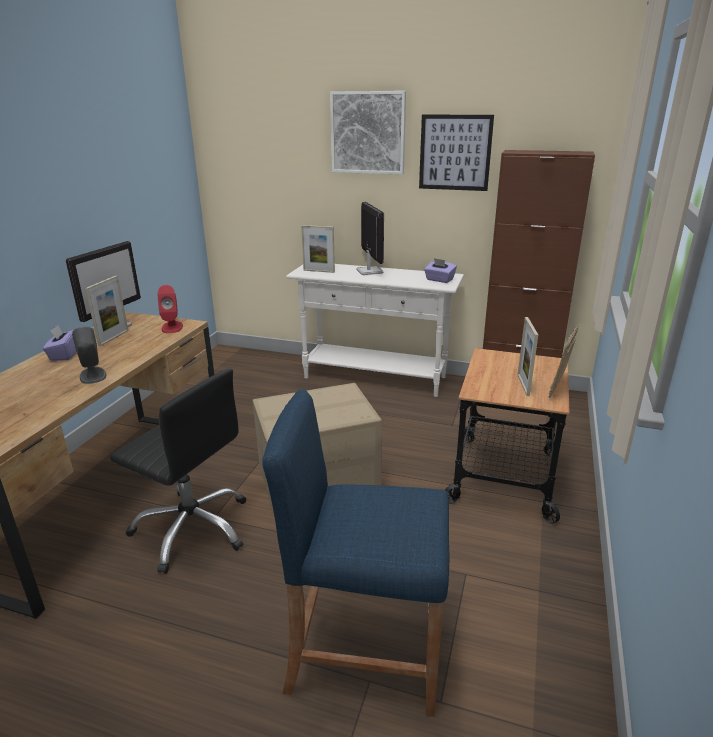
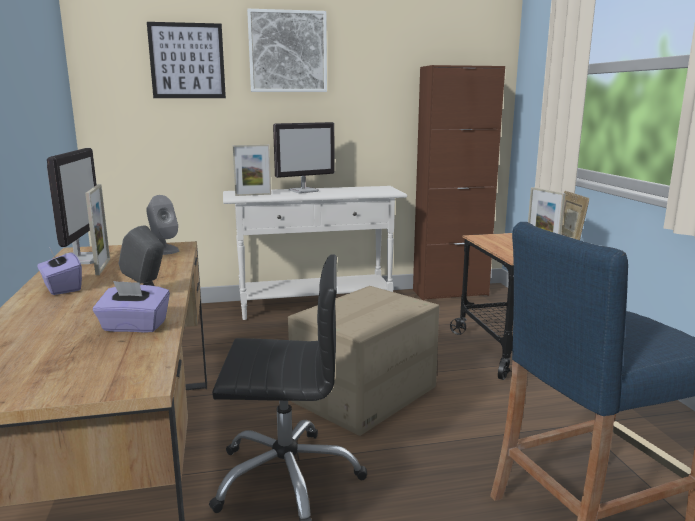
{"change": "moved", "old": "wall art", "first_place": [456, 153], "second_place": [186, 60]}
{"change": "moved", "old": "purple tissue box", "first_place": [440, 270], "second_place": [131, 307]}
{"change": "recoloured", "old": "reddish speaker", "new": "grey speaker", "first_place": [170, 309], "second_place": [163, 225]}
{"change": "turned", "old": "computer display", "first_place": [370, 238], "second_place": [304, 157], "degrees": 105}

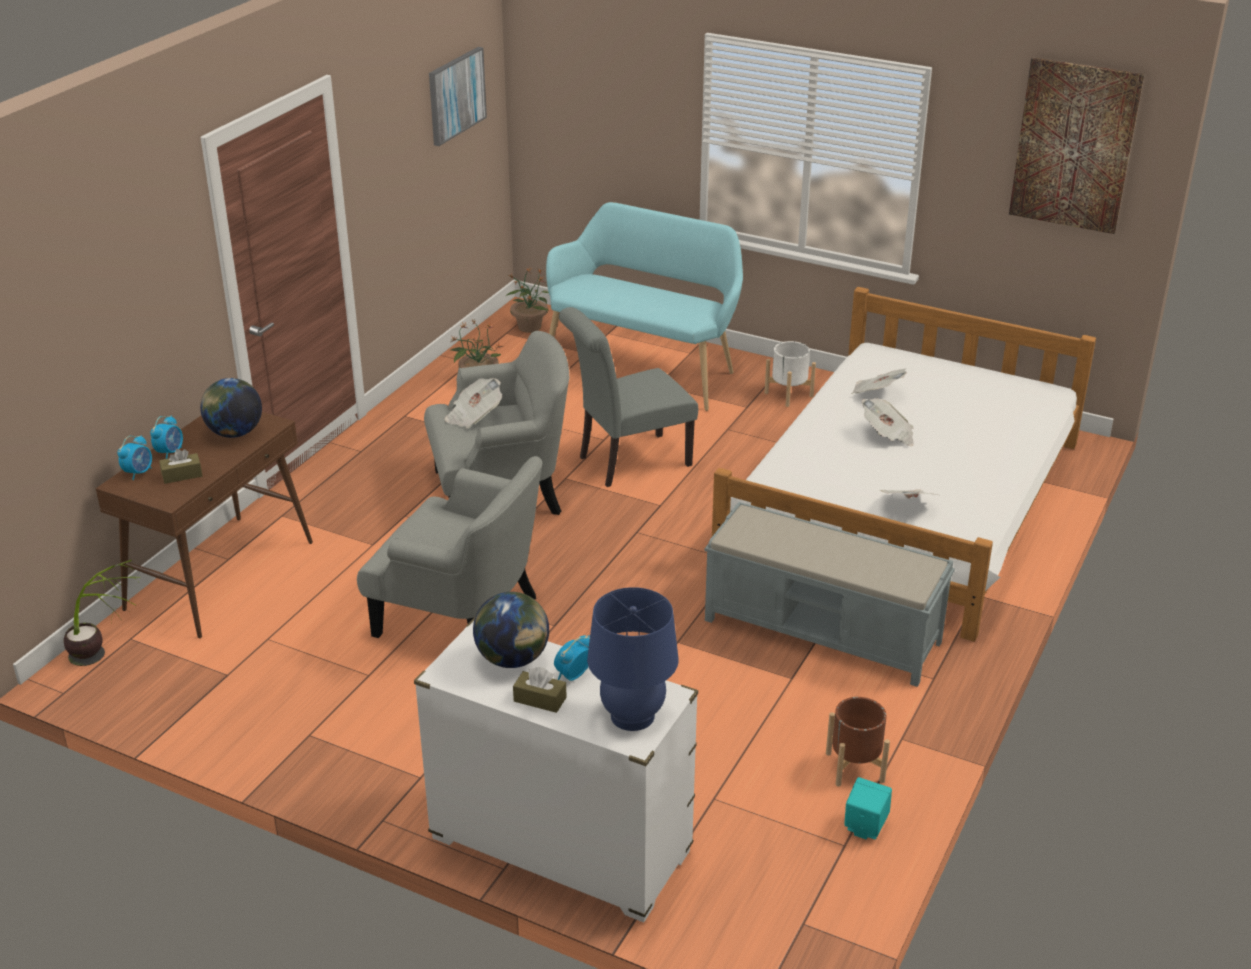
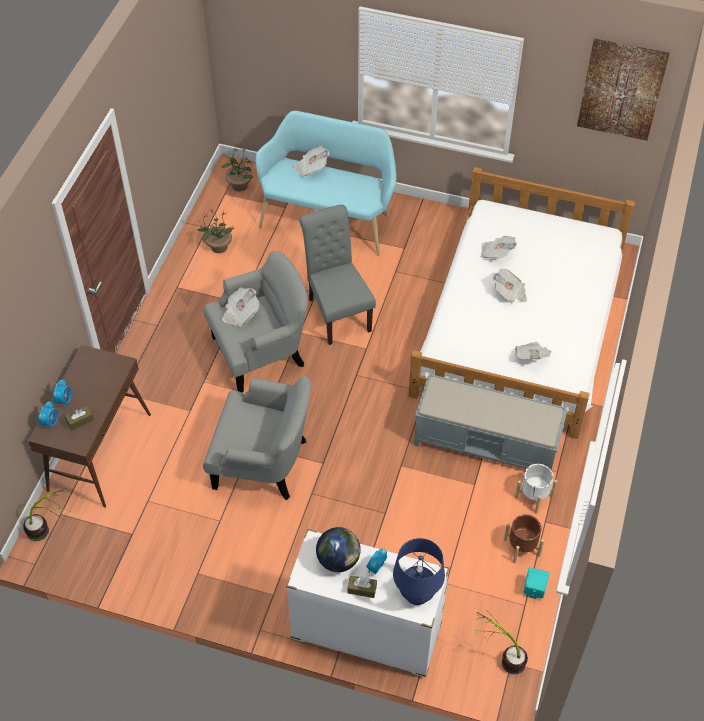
{"change": "removed", "old": "desk globe", "first_place": [231, 408]}
{"change": "removed", "old": "wall art", "first_place": [458, 96]}
{"change": "added", "new": "daily paper", "second_place": [311, 161]}
{"change": "added", "new": "houseplant", "second_place": [500, 643]}
{"change": "moved", "old": "whitish flower pot", "first_place": [790, 374], "second_place": [536, 489]}
{"change": "turned", "old": "grey chair", "first_place": [628, 397], "second_place": [337, 275], "degrees": 105}

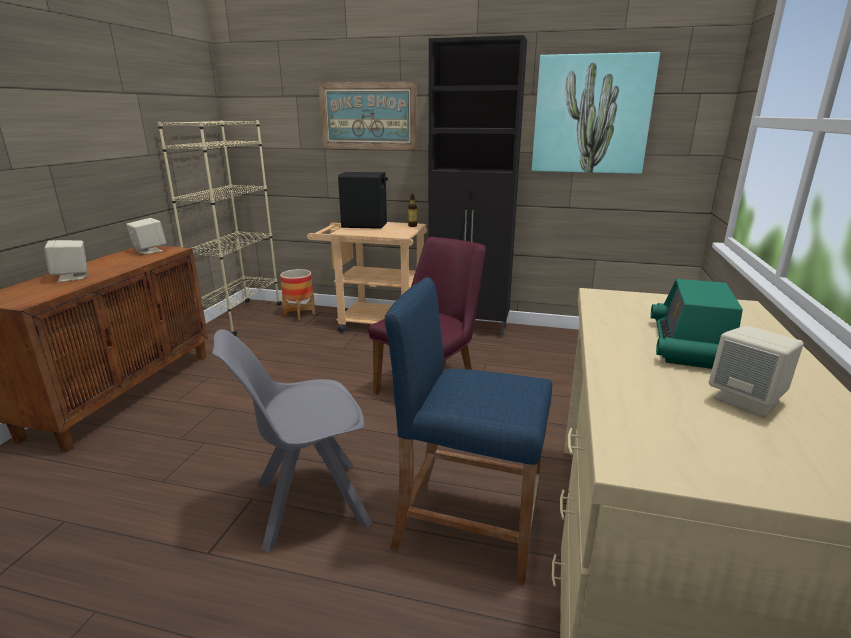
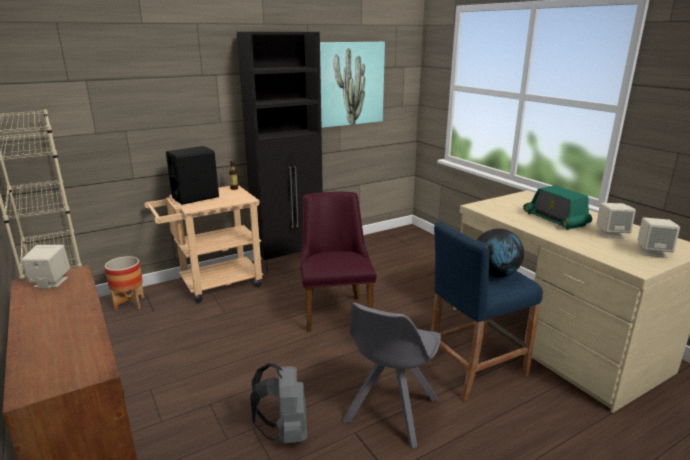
{"change": "removed", "old": "wall art", "first_place": [368, 116]}
{"change": "added", "new": "grey knapsack", "second_place": [278, 403]}
{"change": "added", "new": "desk globe", "second_place": [500, 252]}
{"change": "moved", "old": "beige speaker", "first_place": [66, 261], "second_place": [659, 237]}

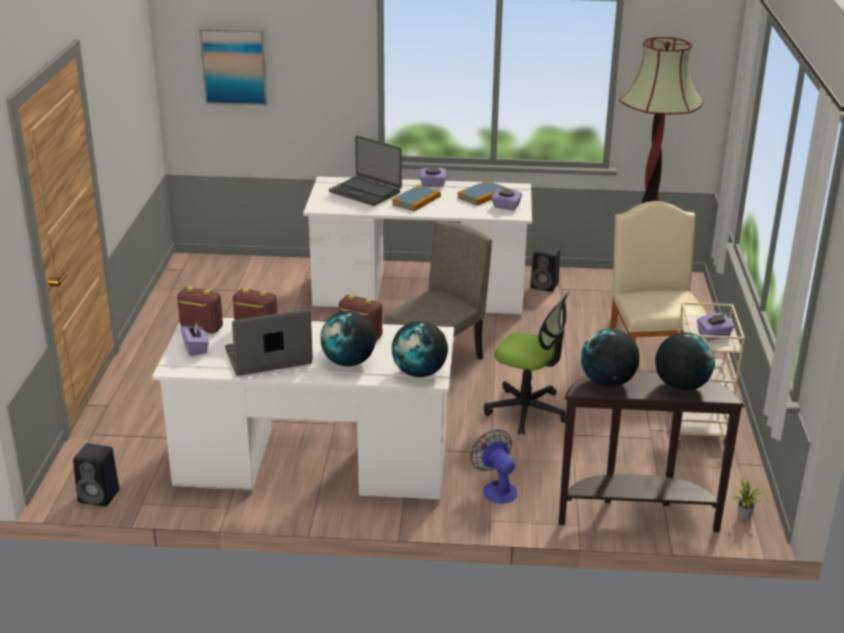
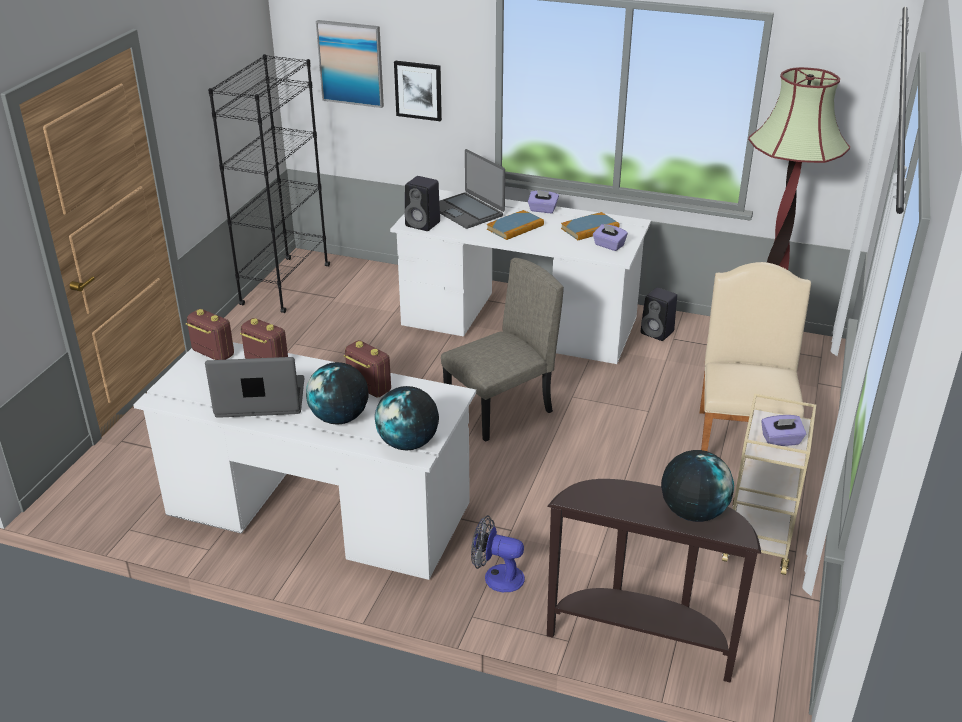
{"change": "removed", "old": "purple tissue box", "first_place": [195, 338]}
{"change": "removed", "old": "desk chair", "first_place": [527, 362]}
{"change": "removed", "old": "desk globe", "first_place": [610, 358]}
{"change": "removed", "old": "houseplant", "first_place": [748, 498]}
{"change": "added", "new": "black bookcase", "second_place": [269, 183]}
{"change": "added", "new": "wall art", "second_place": [418, 91]}
{"change": "moved", "old": "black speaker", "first_place": [96, 475], "second_place": [422, 203]}
{"change": "turned", "old": "electric fan", "first_place": [494, 466], "second_place": [498, 553], "degrees": -60}

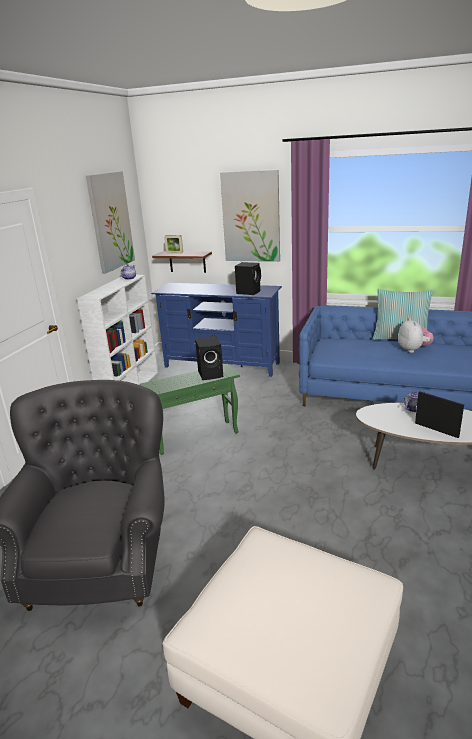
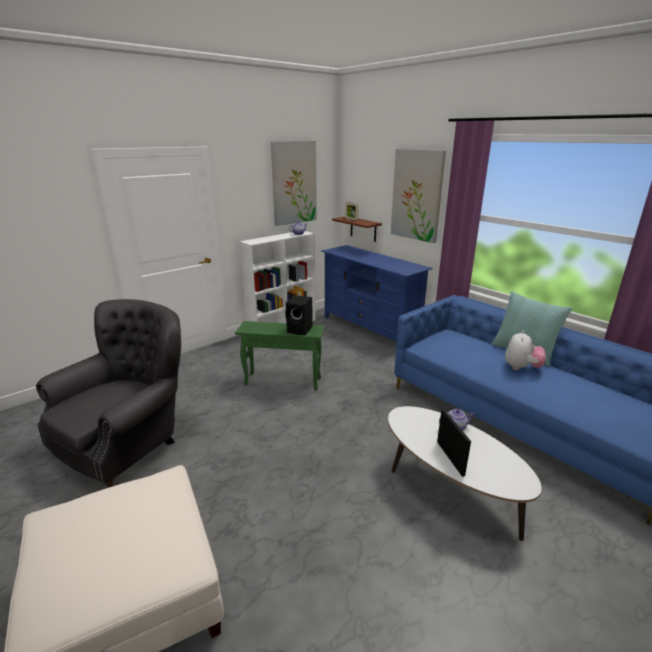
{"change": "removed", "old": "black speaker", "first_place": [248, 278]}

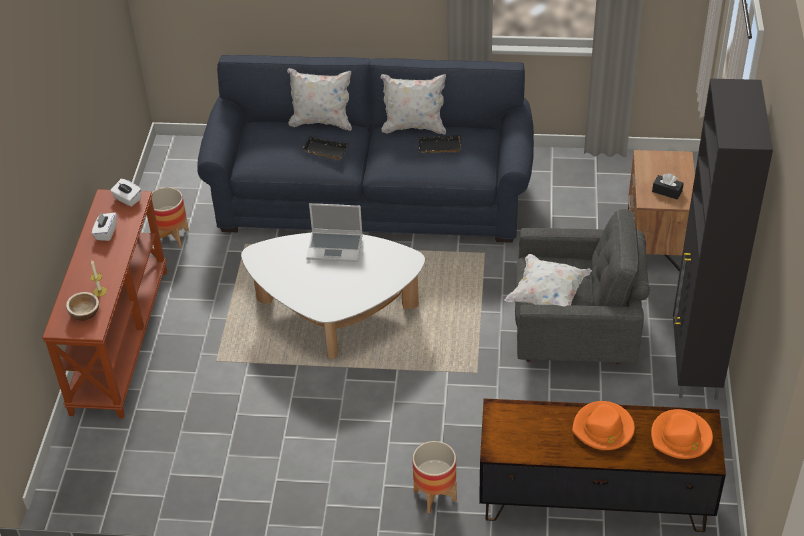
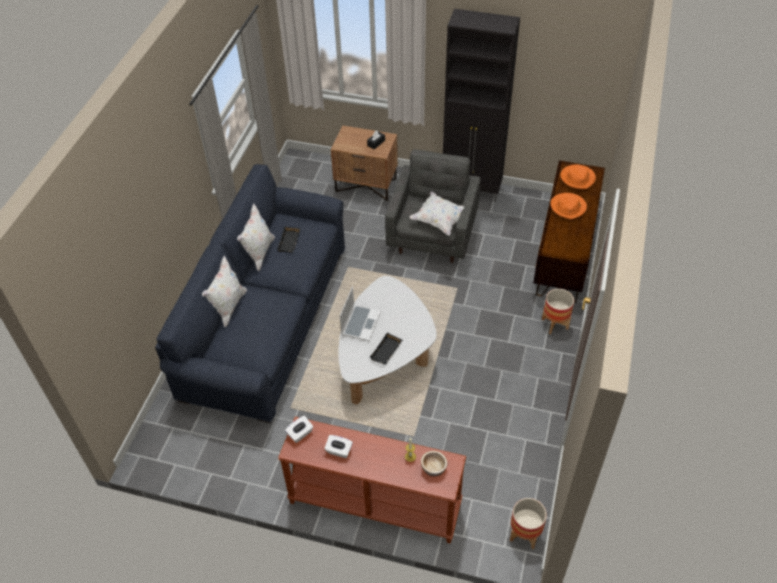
{"change": "moved", "old": "flower pot", "first_place": [170, 217], "second_place": [528, 523]}
{"change": "moved", "old": "black carrying tray", "first_place": [325, 148], "second_place": [386, 349]}

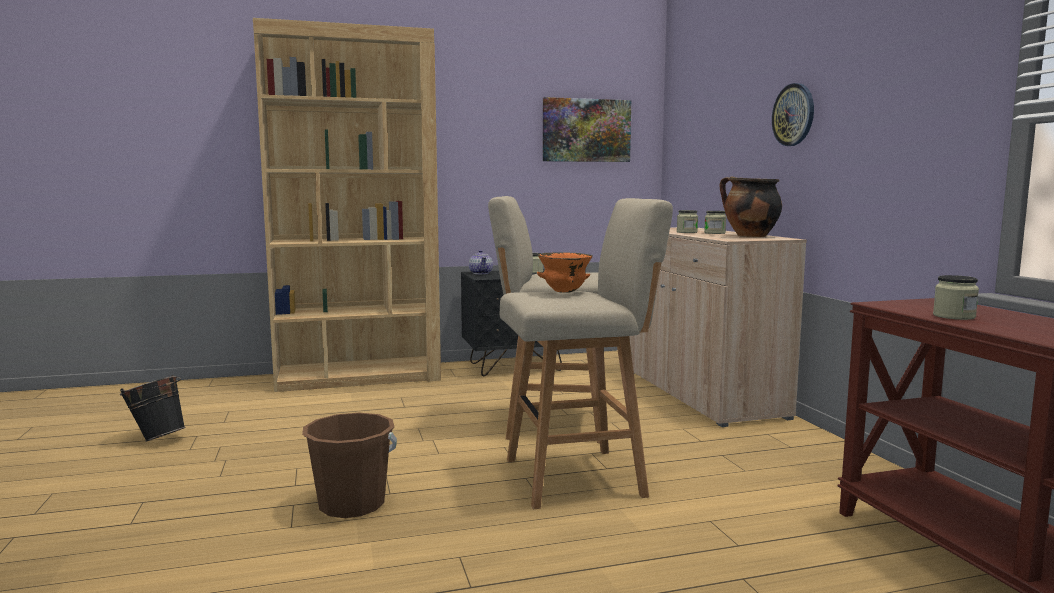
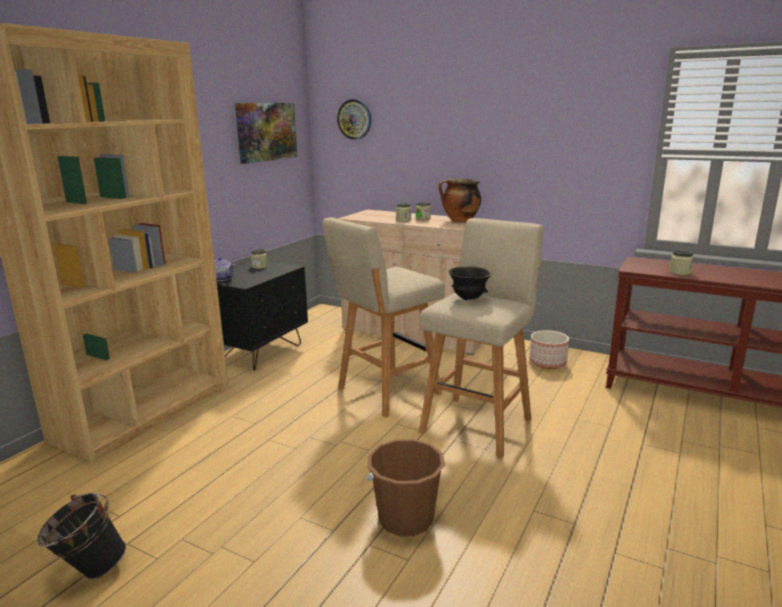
{"change": "added", "new": "flower pot", "second_place": [549, 349]}
{"change": "moved", "old": "clock on the wall", "first_place": [793, 114], "second_place": [354, 119]}
{"change": "recoloured", "old": "orangey serving bowl", "new": "black serving bowl", "first_place": [565, 272], "second_place": [470, 283]}

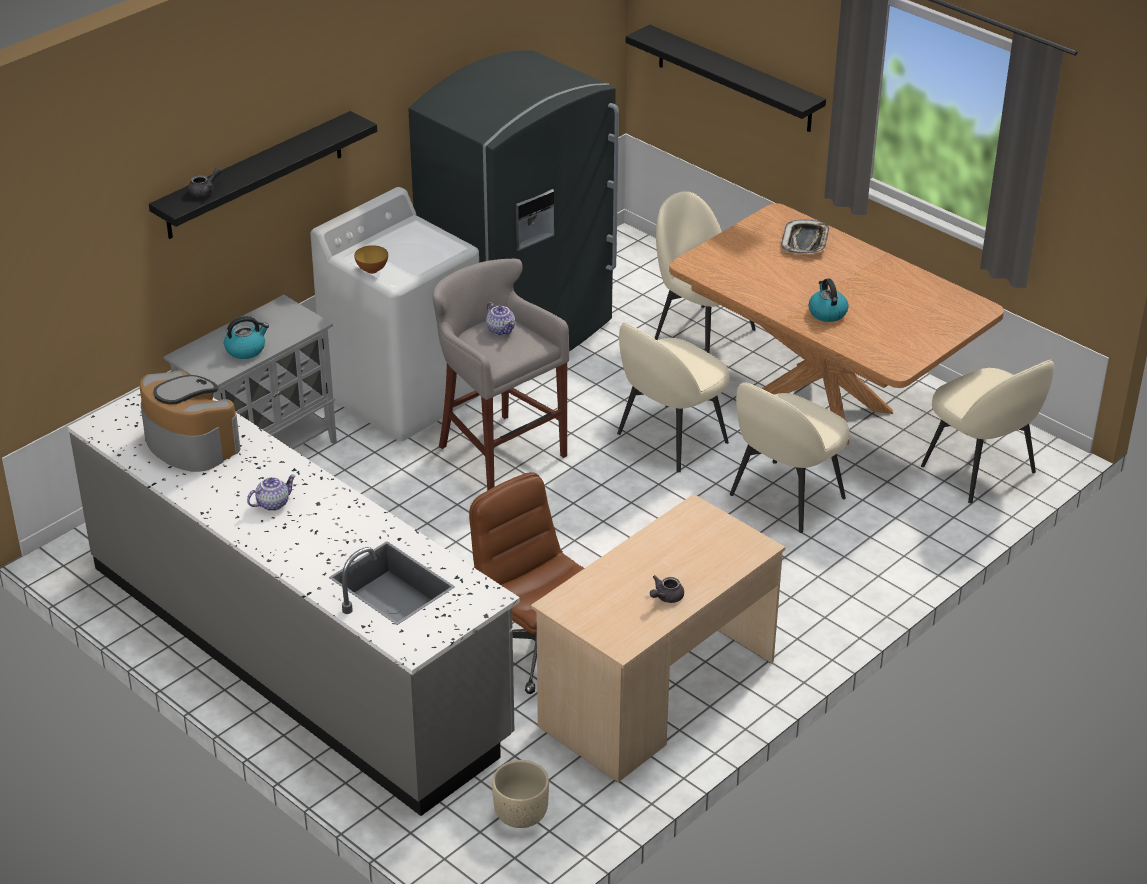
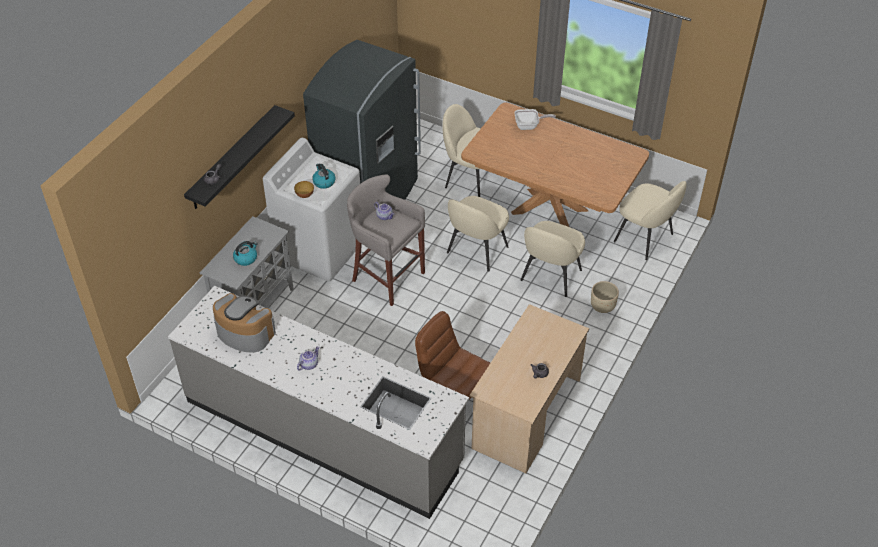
{"change": "removed", "old": "black shelf", "first_place": [726, 78]}
{"change": "moved", "old": "beige flower pot", "first_place": [520, 794], "second_place": [605, 297]}
{"change": "moved", "old": "tea kettle", "first_place": [829, 300], "second_place": [324, 176]}
{"change": "replaced", "old": "carrying tray", "new": "frying pan", "first_place": [805, 237], "second_place": [535, 119]}

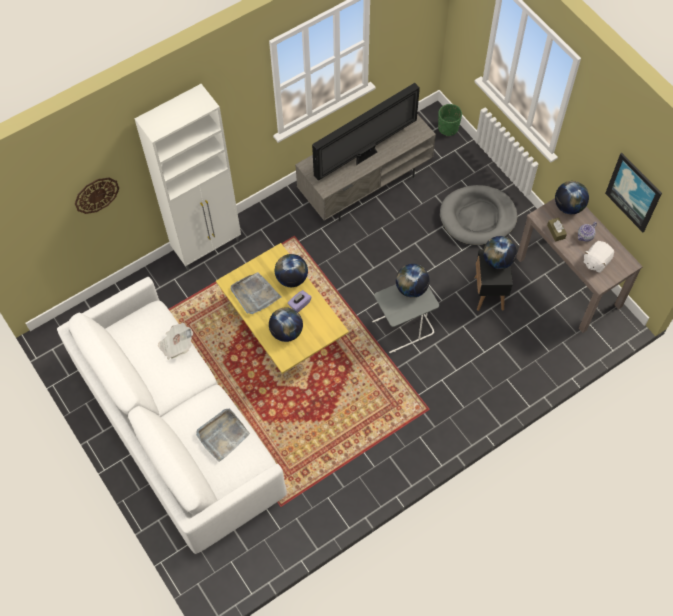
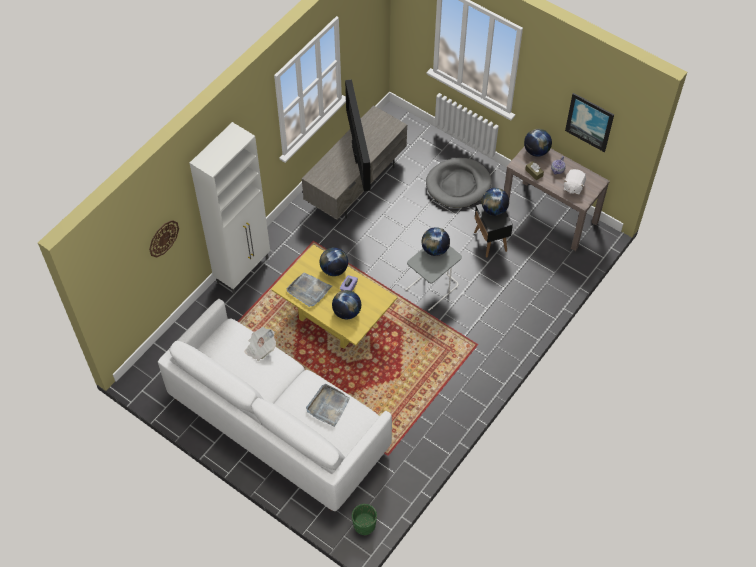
{"change": "moved", "old": "green-coloured flower pot", "first_place": [450, 120], "second_place": [364, 519]}
{"change": "turned", "old": "television", "first_place": [366, 132], "second_place": [358, 135], "degrees": 135}

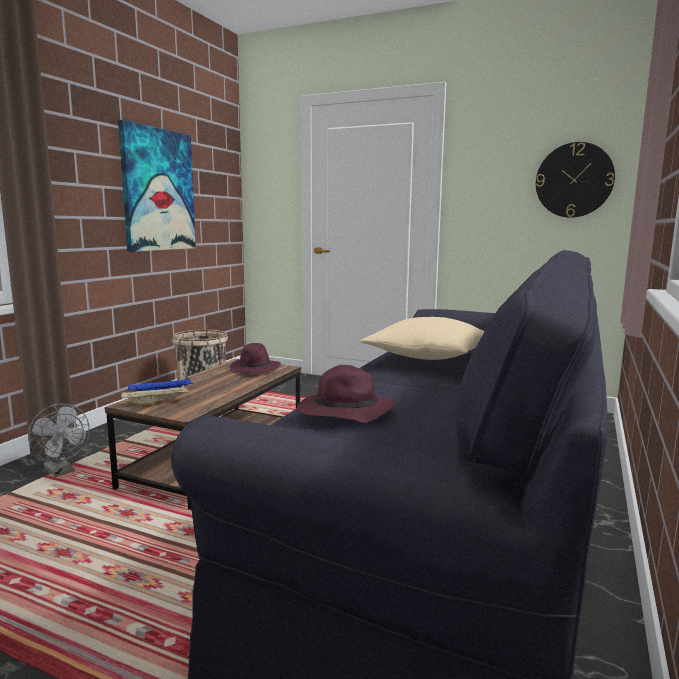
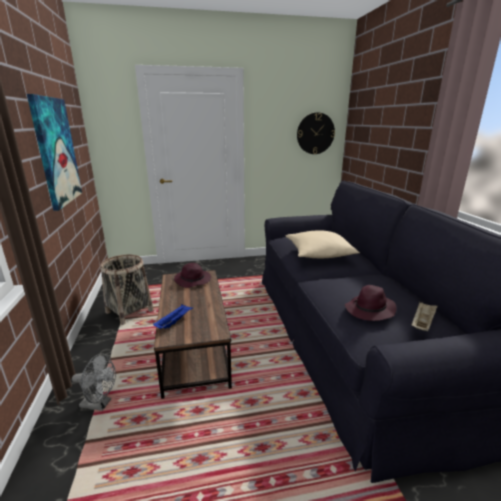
{"change": "moved", "old": "beige carrying tray", "first_place": [155, 395], "second_place": [424, 316]}

